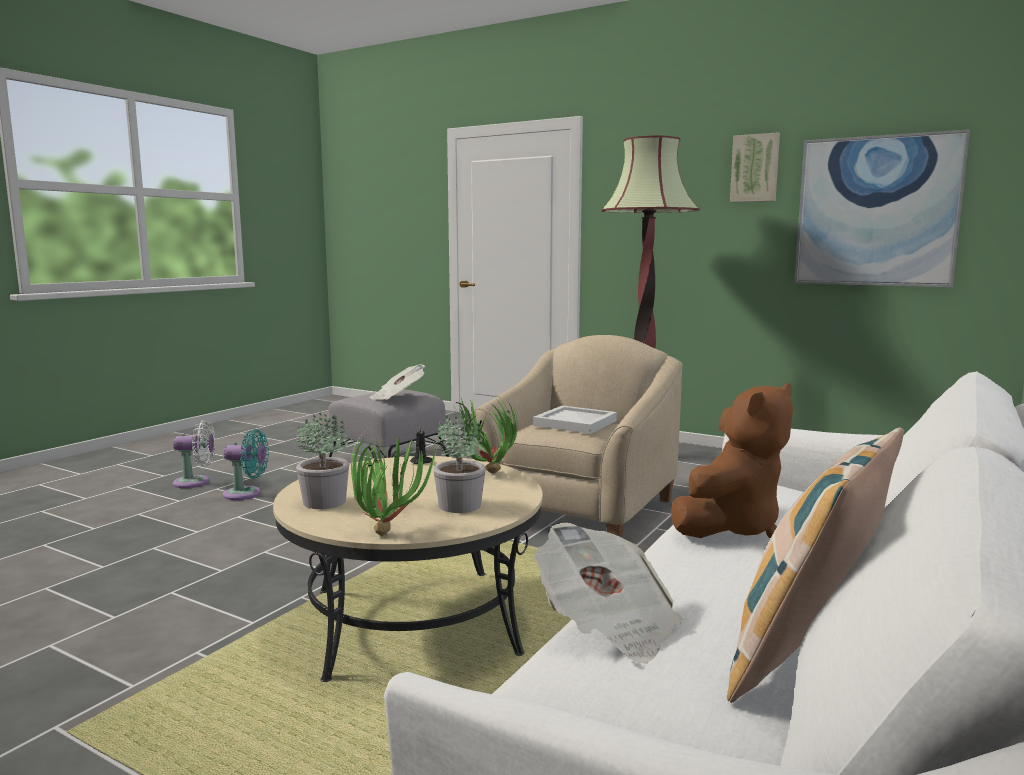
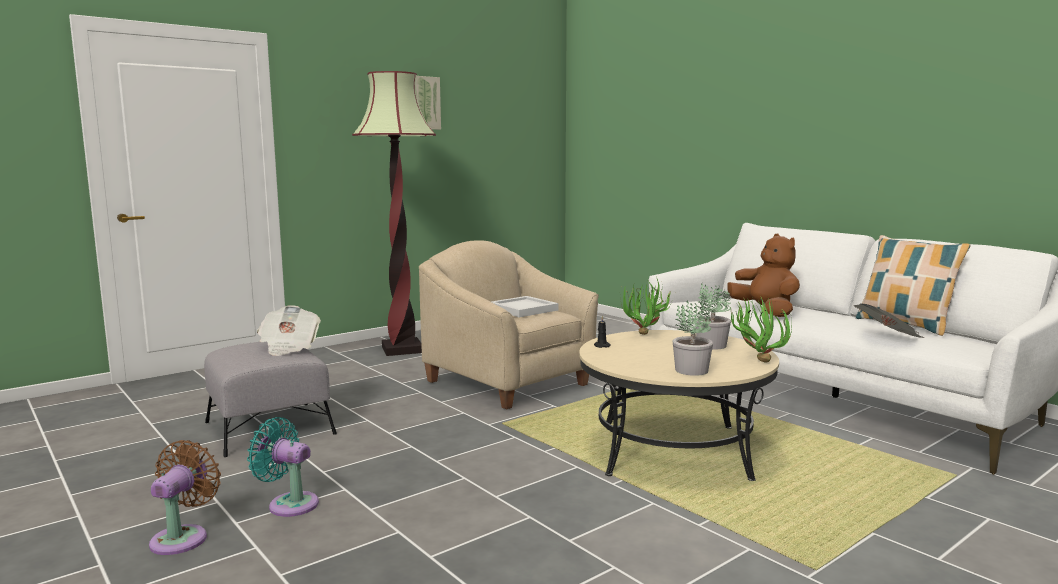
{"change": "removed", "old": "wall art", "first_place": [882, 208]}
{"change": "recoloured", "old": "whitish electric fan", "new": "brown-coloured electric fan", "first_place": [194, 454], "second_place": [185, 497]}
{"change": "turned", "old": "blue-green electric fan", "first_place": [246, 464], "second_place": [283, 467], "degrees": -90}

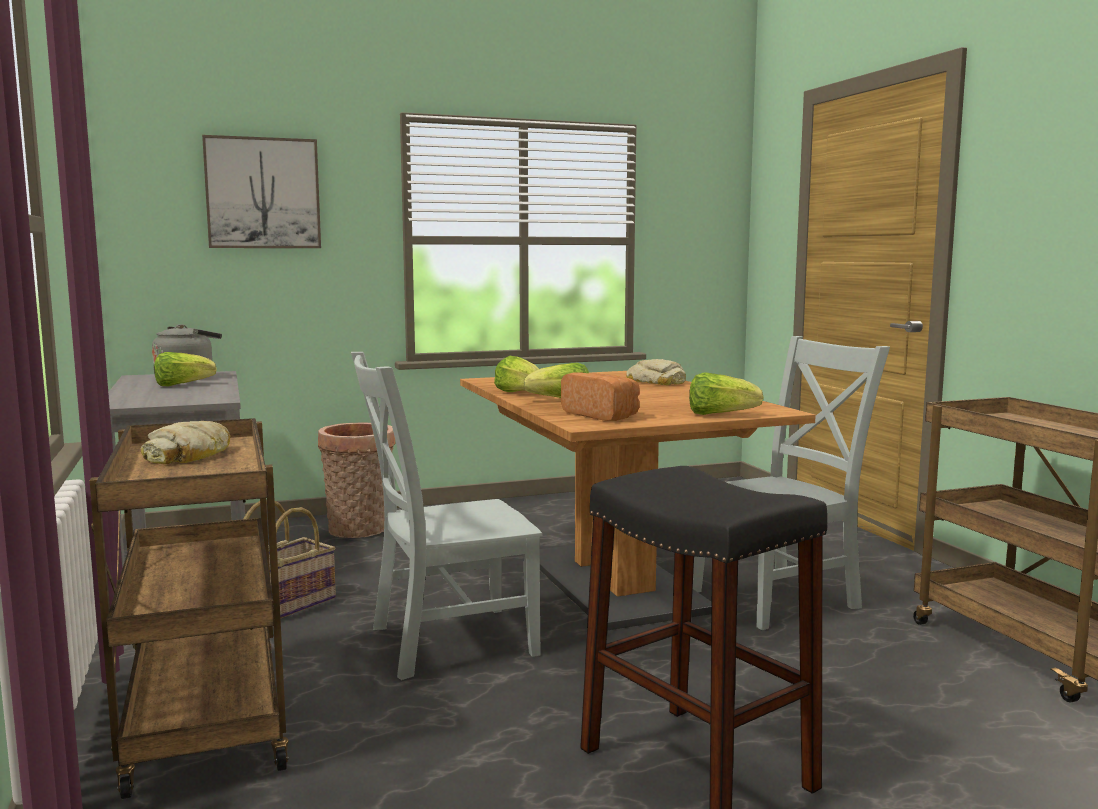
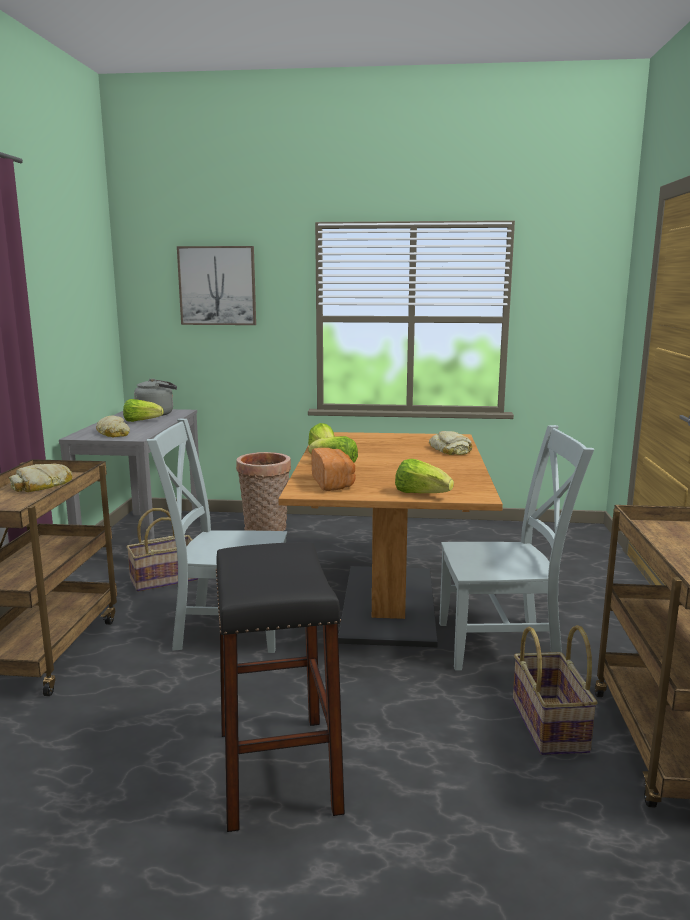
{"change": "added", "new": "bakery bread", "second_place": [113, 426]}
{"change": "added", "new": "basket", "second_place": [555, 690]}

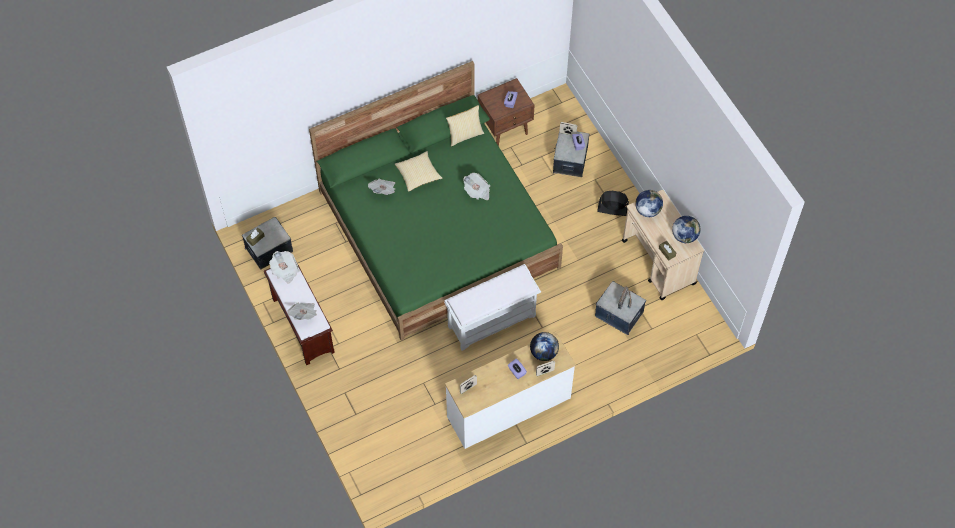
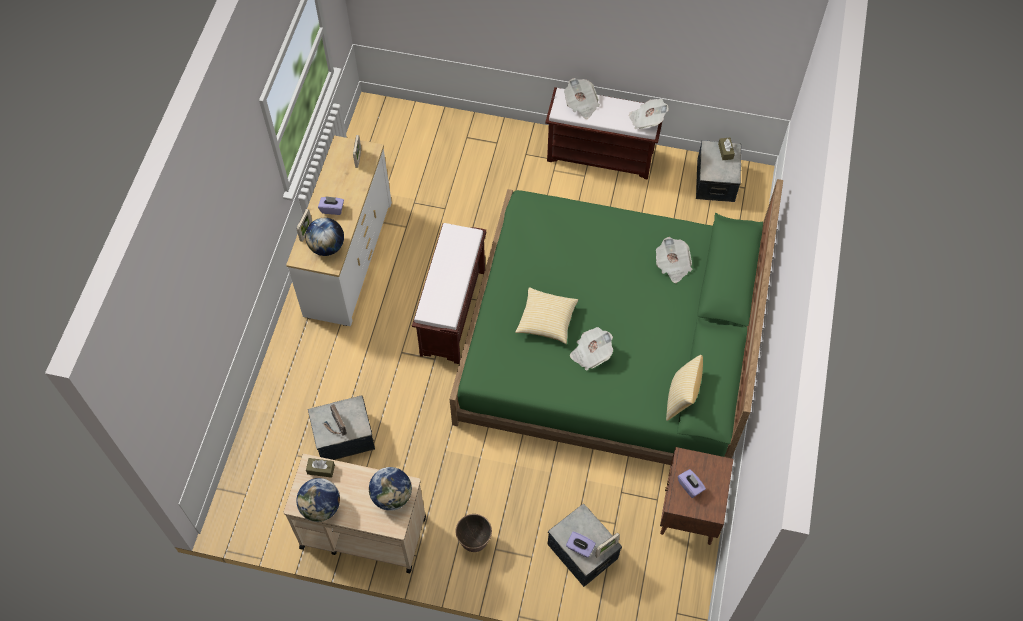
{"change": "moved", "old": "throw pillow", "first_place": [418, 171], "second_place": [546, 315]}
{"change": "replaced", "old": "black electric fan", "new": "flower pot", "first_place": [613, 203], "second_place": [473, 533]}
{"change": "recoloured", "old": "whitish bench", "new": "brown-coloured bench", "first_place": [492, 307], "second_place": [449, 293]}

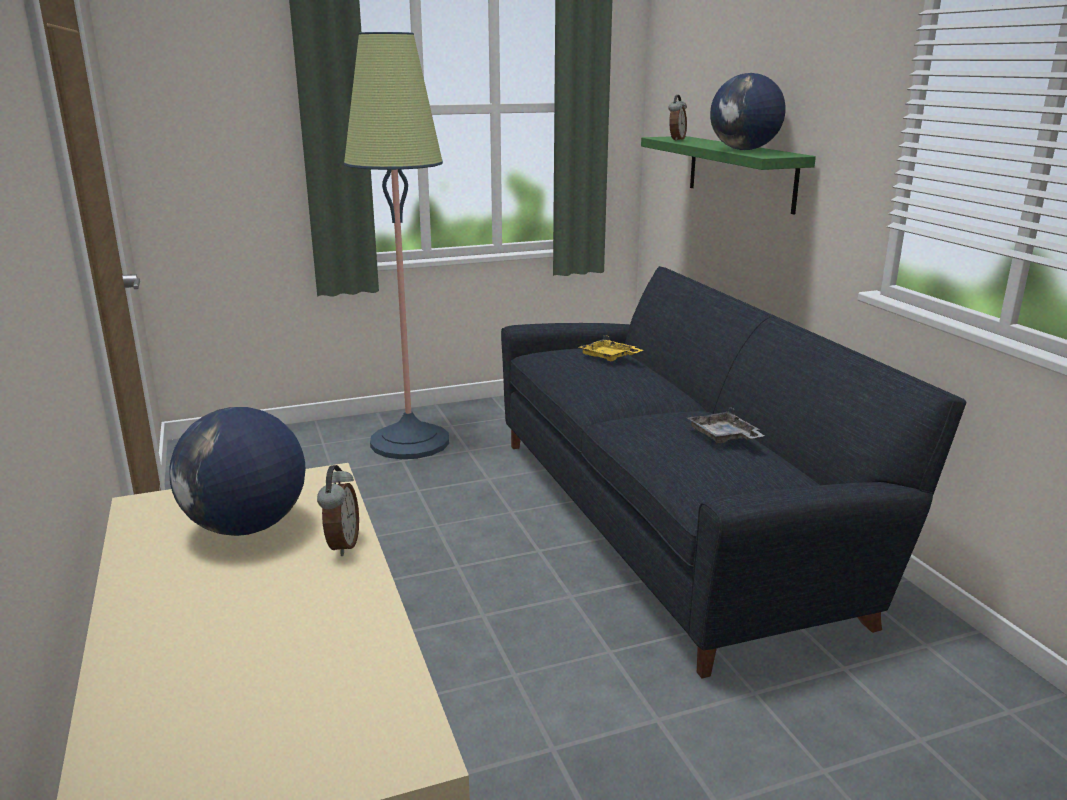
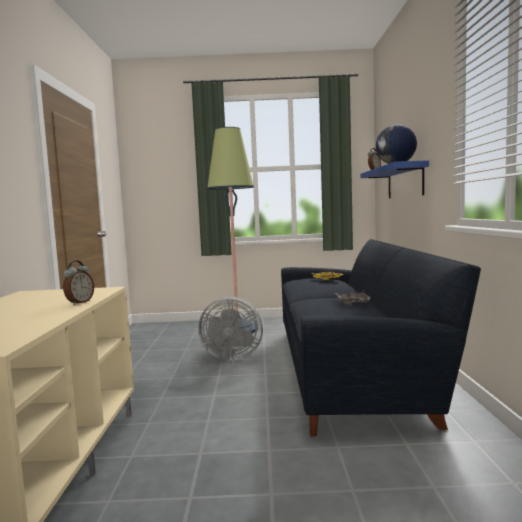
{"change": "removed", "old": "desk globe", "first_place": [237, 471]}
{"change": "added", "new": "grey electric fan", "second_place": [230, 329]}
{"change": "recoloured", "old": "green-coloured shelf", "new": "blue shelf", "first_place": [728, 175], "second_place": [394, 179]}

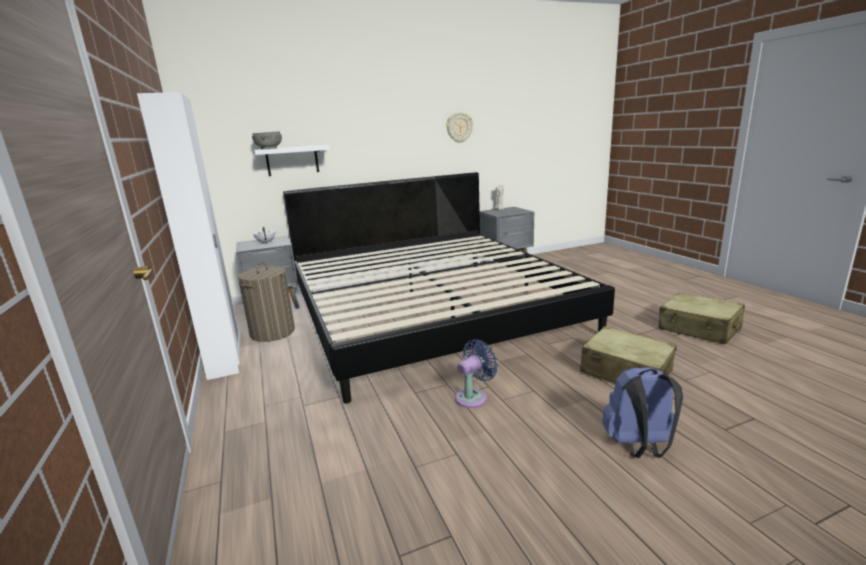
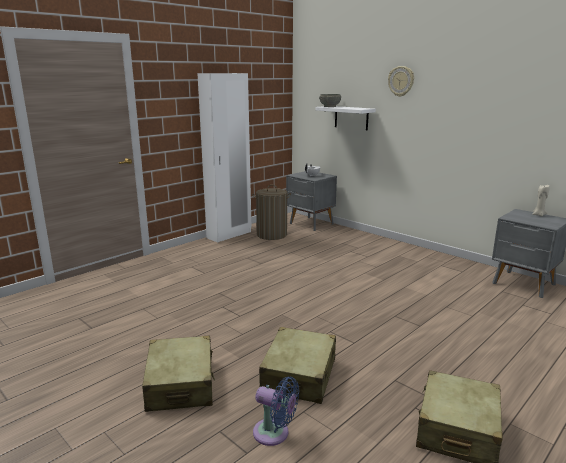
{"change": "removed", "old": "sleeping bed", "first_place": [449, 288]}
{"change": "moved", "old": "clock on the wall", "first_place": [460, 127], "second_place": [401, 81]}
{"change": "moved", "old": "blue electric fan", "first_place": [476, 373], "second_place": [276, 411]}
{"change": "replaced", "old": "blue knapsack", "new": "beige suitcase", "first_place": [642, 412], "second_place": [178, 373]}

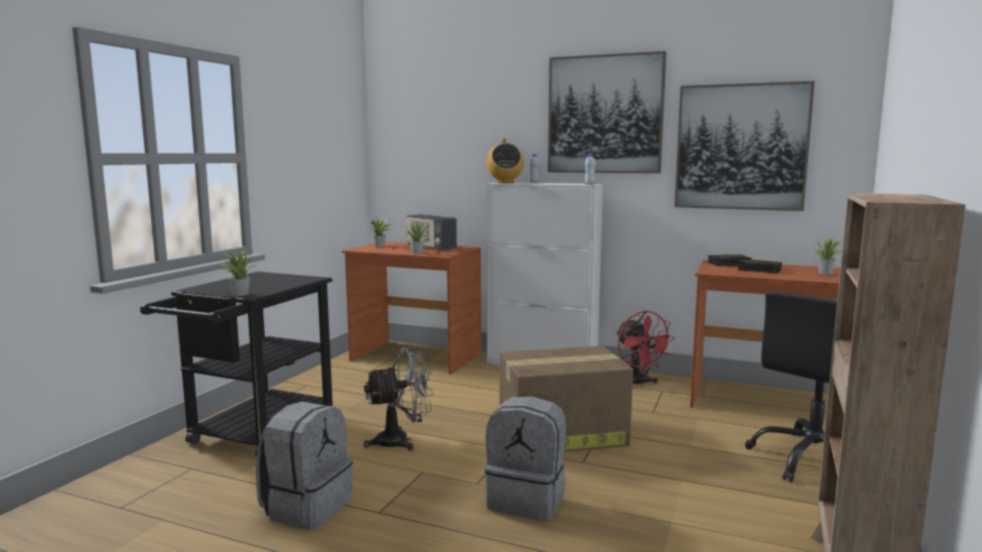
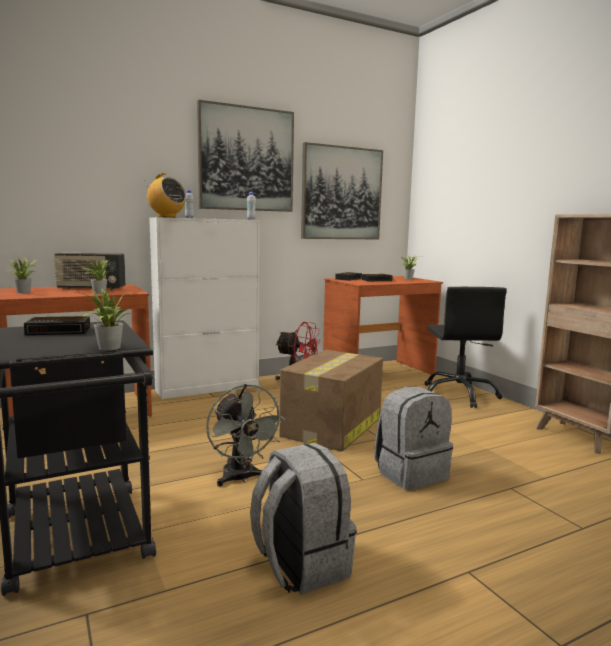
{"change": "added", "new": "bedside clock", "second_place": [57, 325]}
{"change": "turned", "old": "grey electric fan", "first_place": [398, 398], "second_place": [245, 435], "degrees": 135}

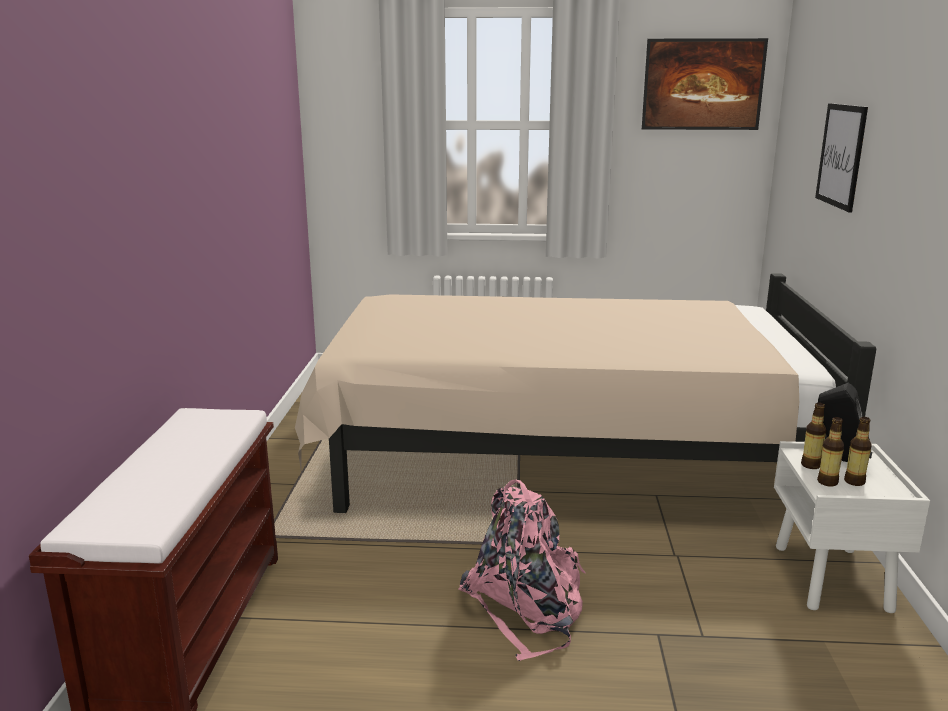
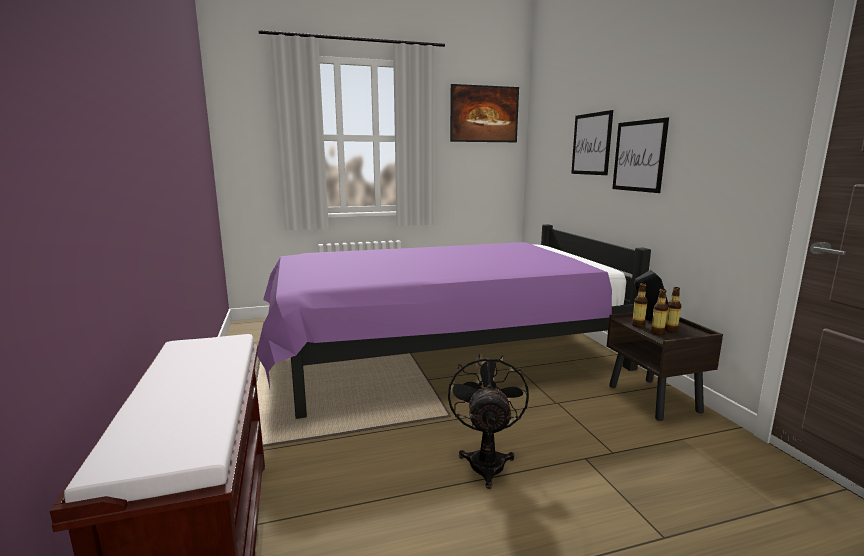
{"change": "added", "new": "wall art", "second_place": [640, 155]}
{"change": "replaced", "old": "pink-coloured knapsack", "new": "black electric fan", "first_place": [522, 570], "second_place": [488, 421]}
{"change": "recoloured", "old": "beige sleeping bed", "new": "purple sleeping bed", "first_place": [586, 393], "second_place": [454, 321]}
{"change": "recoloured", "old": "whitish night table", "new": "brown-coloured night table", "first_place": [852, 527], "second_place": [665, 366]}

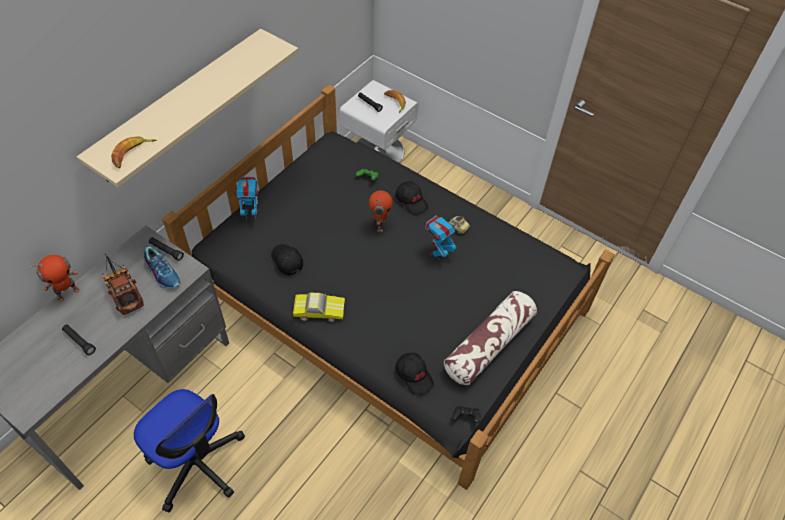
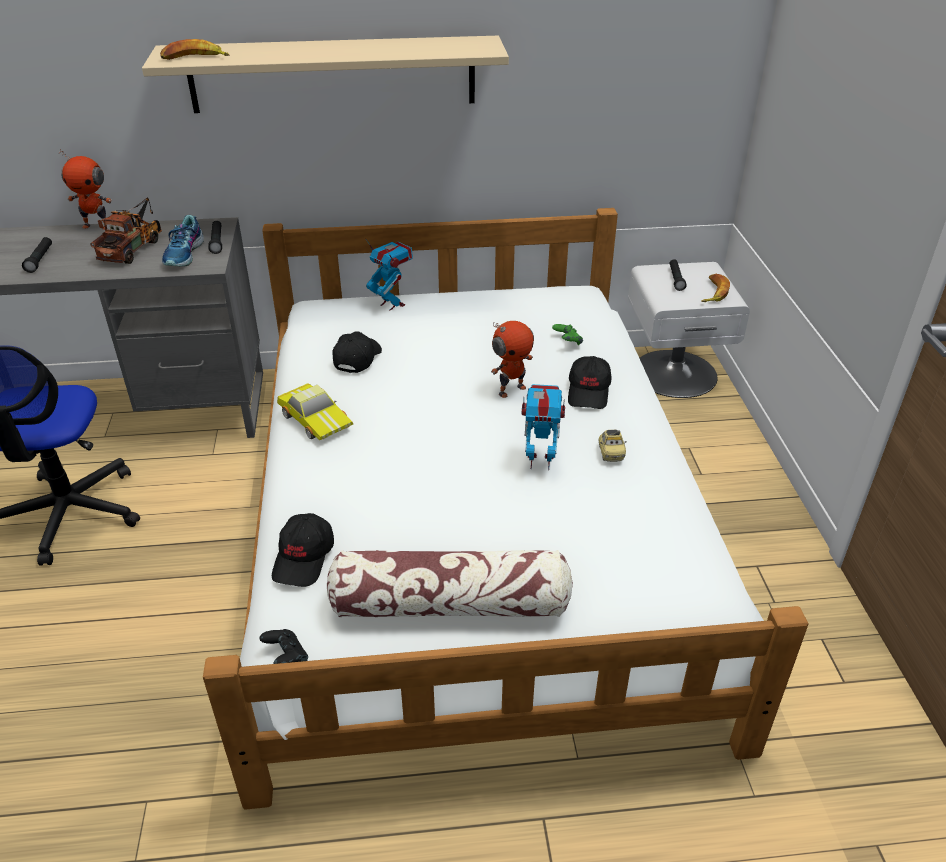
{"change": "recoloured", "old": "black sleeping bed", "new": "whitish sleeping bed", "first_place": [388, 287], "second_place": [506, 509]}

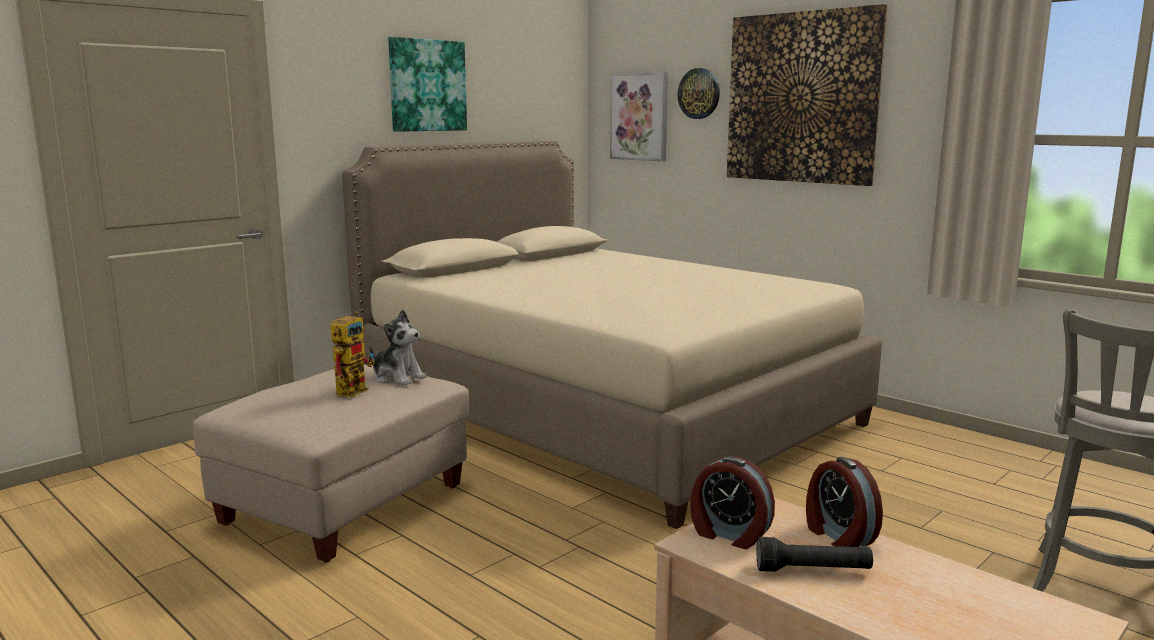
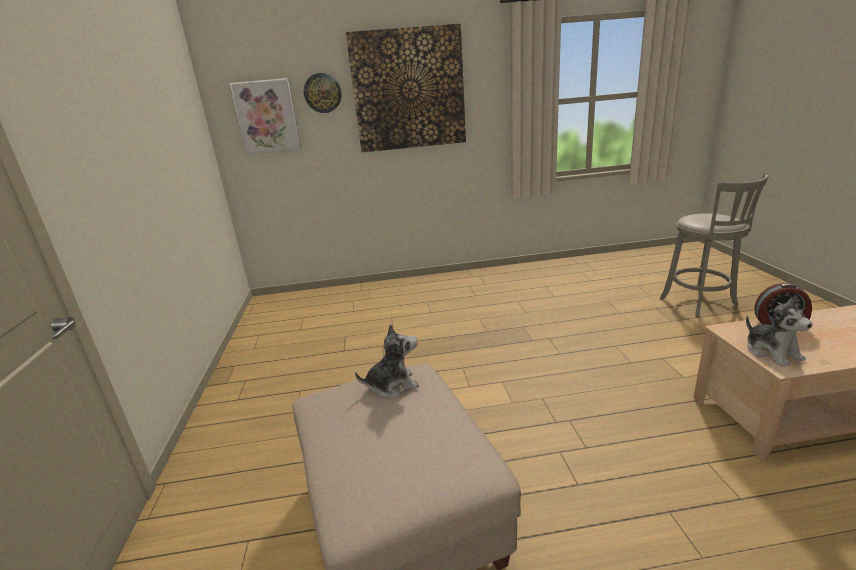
{"change": "removed", "old": "robot figure", "first_place": [353, 354]}
{"change": "removed", "old": "beige sleeping bed", "first_place": [612, 335]}
{"change": "removed", "old": "wall art", "first_place": [427, 84]}
{"change": "removed", "old": "black hand torch", "first_place": [815, 554]}
{"change": "replaced", "old": "bedside clock", "new": "plush toy", "first_place": [732, 502], "second_place": [779, 331]}

